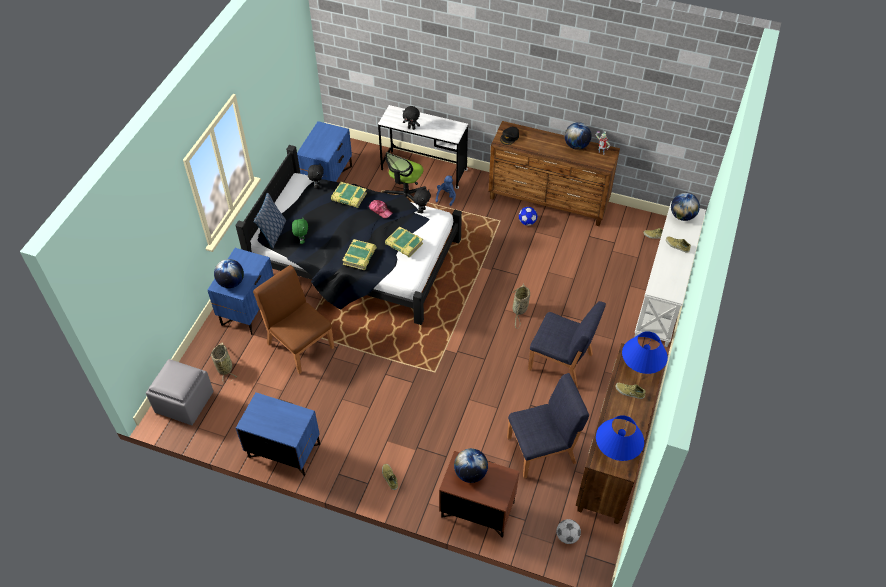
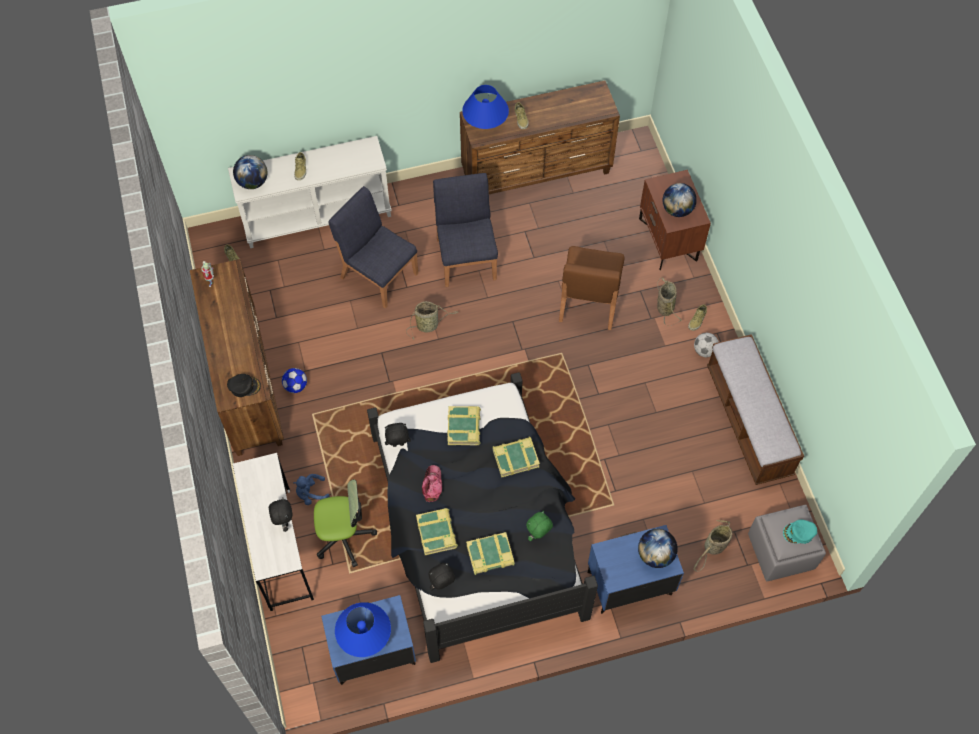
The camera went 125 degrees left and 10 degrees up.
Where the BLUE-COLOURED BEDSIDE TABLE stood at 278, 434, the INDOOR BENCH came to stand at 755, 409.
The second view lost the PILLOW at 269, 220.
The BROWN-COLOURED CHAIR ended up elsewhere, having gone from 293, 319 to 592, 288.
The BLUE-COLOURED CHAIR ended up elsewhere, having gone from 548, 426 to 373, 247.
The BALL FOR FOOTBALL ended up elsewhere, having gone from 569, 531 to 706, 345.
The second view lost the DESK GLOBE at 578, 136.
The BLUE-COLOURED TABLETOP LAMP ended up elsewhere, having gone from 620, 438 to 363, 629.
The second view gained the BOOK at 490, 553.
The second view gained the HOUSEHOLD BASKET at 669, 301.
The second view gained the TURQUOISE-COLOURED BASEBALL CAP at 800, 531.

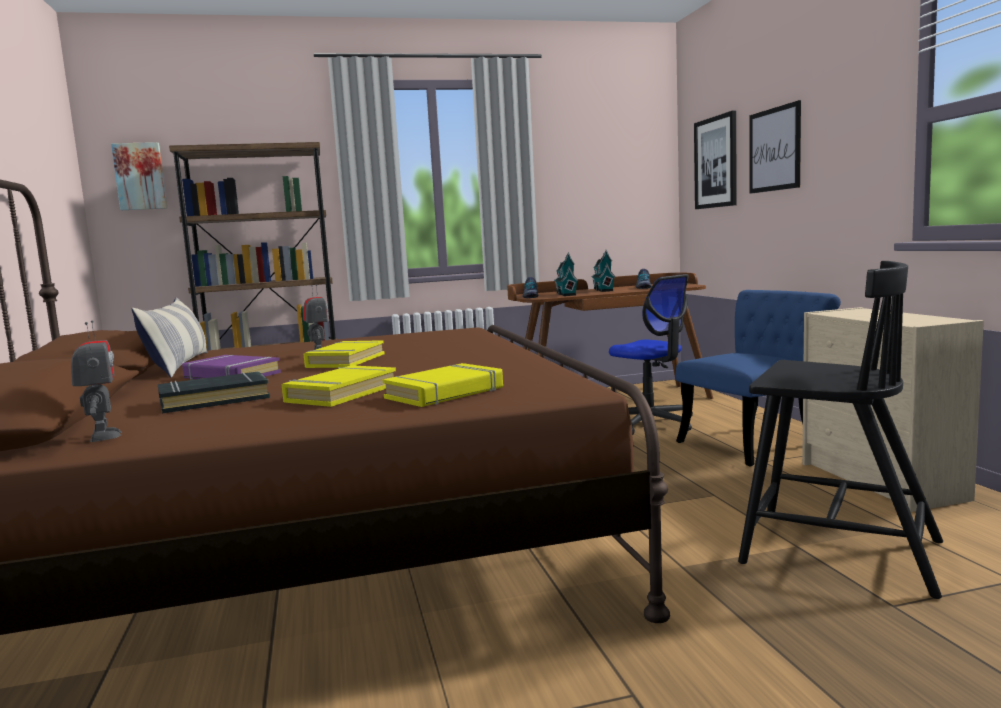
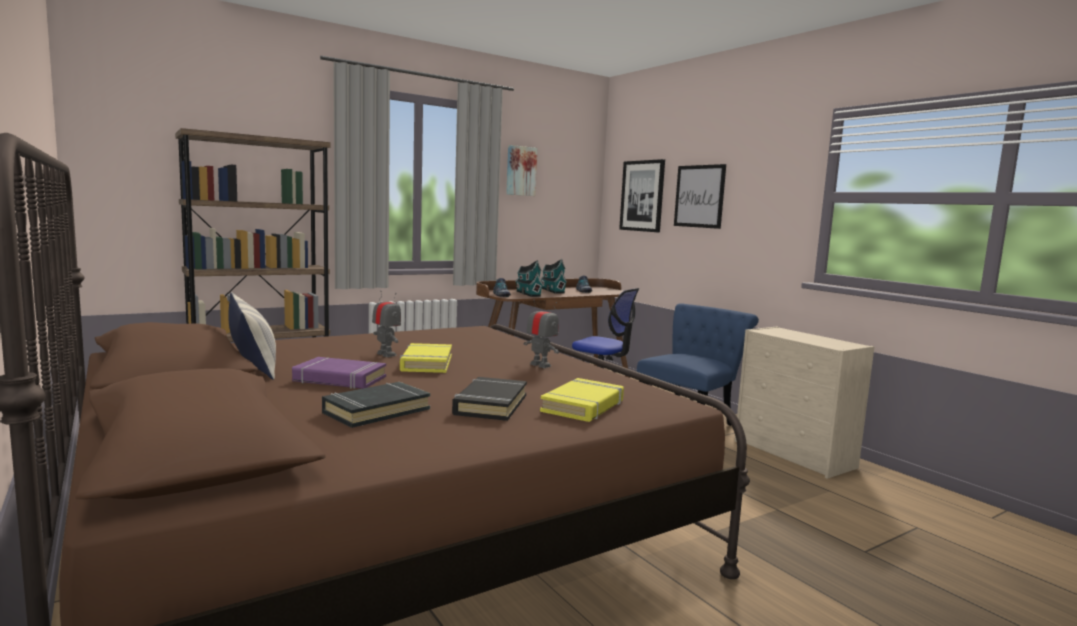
The camera went 20 degrees left and 0 degrees up.
The TOY ROBOT ended up elsewhere, having gone from 96, 381 to 541, 333.
The WALL ART ended up elsewhere, having gone from 139, 176 to 521, 170.
What was the YELLOWISH BOOK at 339, 386 turned into the BLACKISH BOOK at 489, 399.
The second view lost the BLACKISH CHAIR at 840, 430.

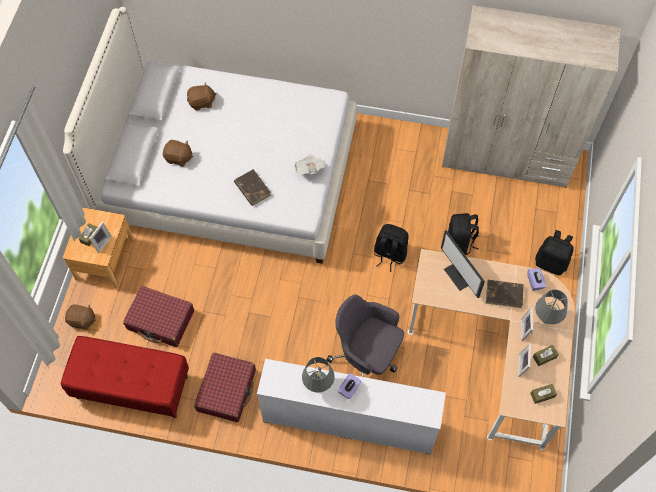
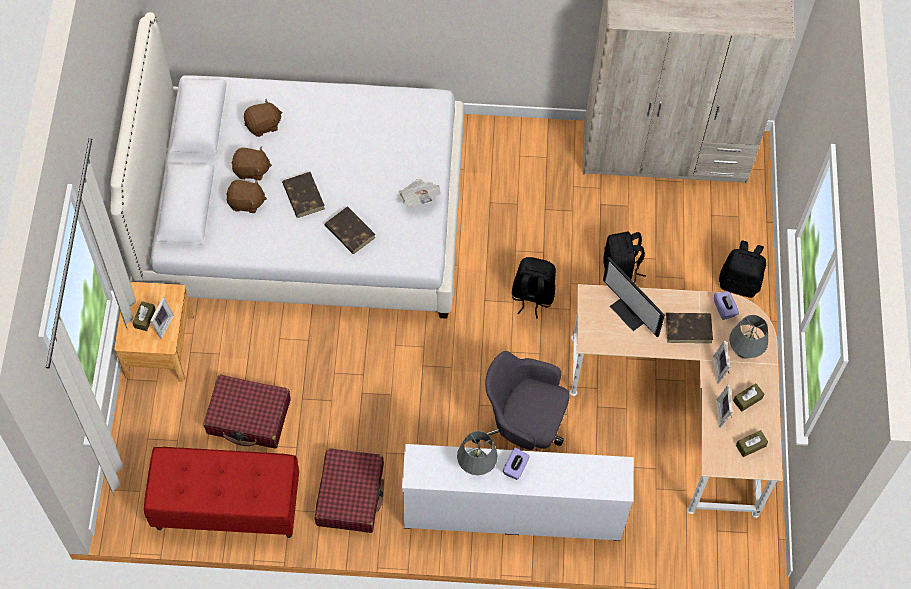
The camera went 10 degrees left and 0 degrees up.
The BROWN-COLOURED SOFT TOY ended up elsewhere, having gone from 80, 317 to 252, 163.
The second view gained the BROWN-COLOURED BOOK at 303, 195.

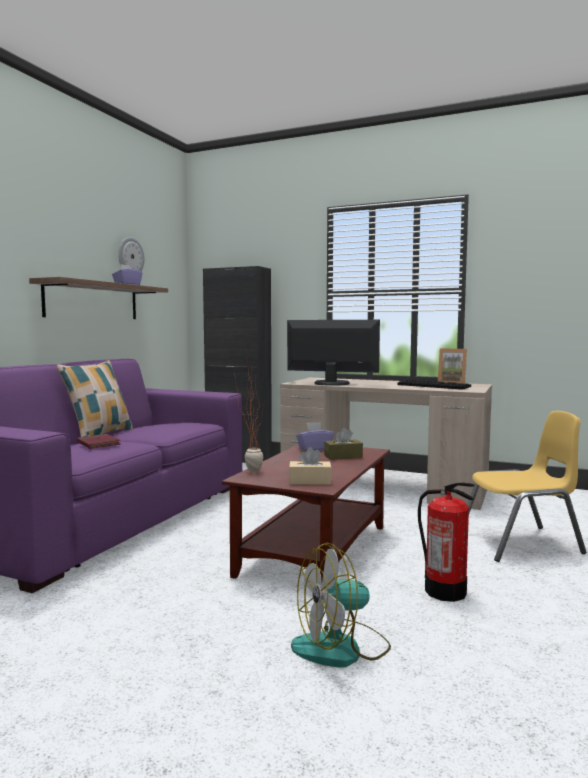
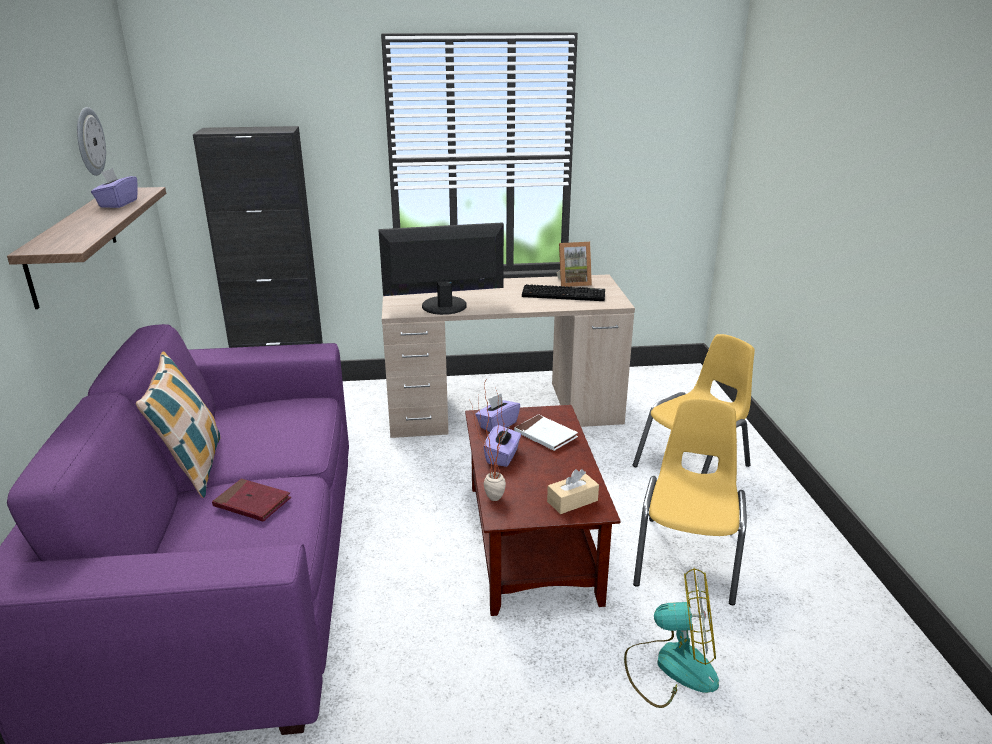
The camera went 30 degrees left and 20 degrees up.
The COOLING FAN at 341, 605 ended up facing another way, 120 degrees counterclockwise from before.
Where the BROWN-COLOURED TISSUE HOLDER stood at 343, 444, the WHITISH BOOK came to stand at 546, 432.
Where the FIRE-FIGHTING CYLINDER stood at 446, 542, the YELLOWISH CHAIR came to stand at 690, 502.
The second view gained the PURPLISH TISSUE HOLDER at 502, 446.

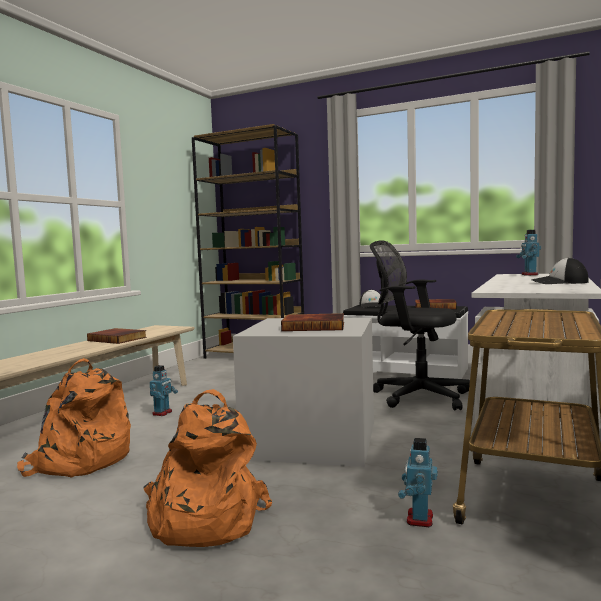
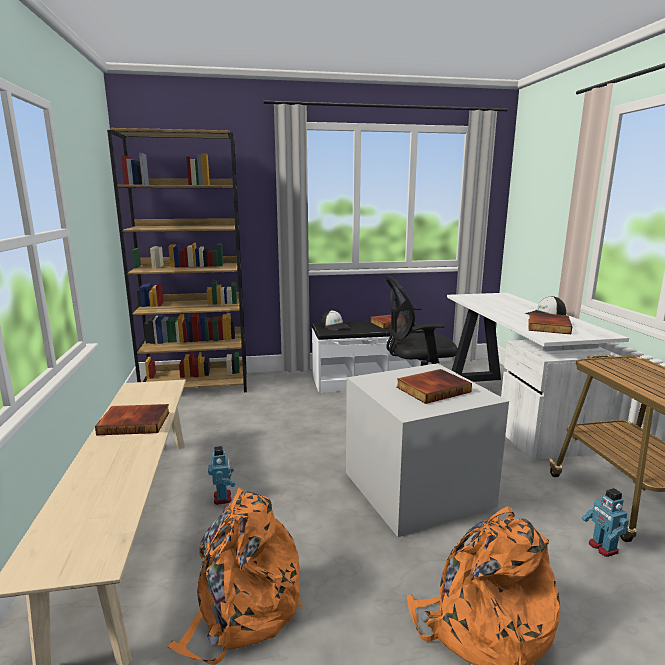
The camera went 35 degrees left and 10 degrees up.
The second view lost the TOY ROBOT at 528, 253.
The second view gained the BOOK at 550, 323.

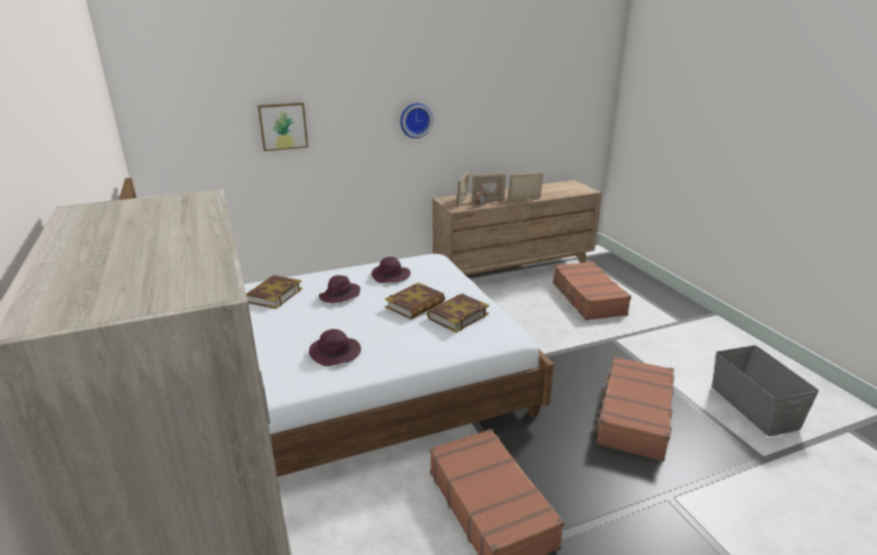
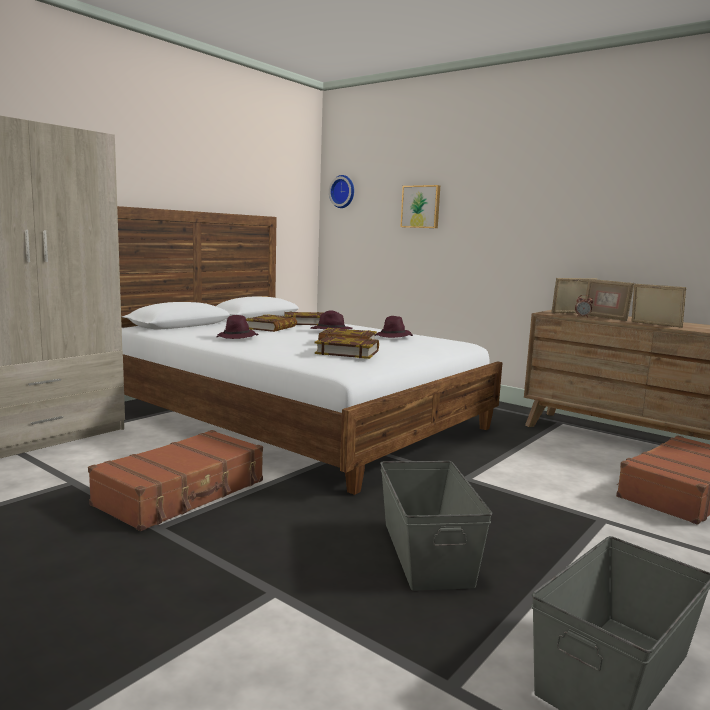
The camera went 60 degrees right and 15 degrees down.
The CLOCK ON THE WALL ended up elsewhere, having gone from 416, 120 to 341, 191.
Where the BROWN-COLOURED TRAVEL CASE stood at 633, 408, the GRAY STORAGE BIN came to stand at 436, 526.
The second view gained the BOOK at 271, 323.

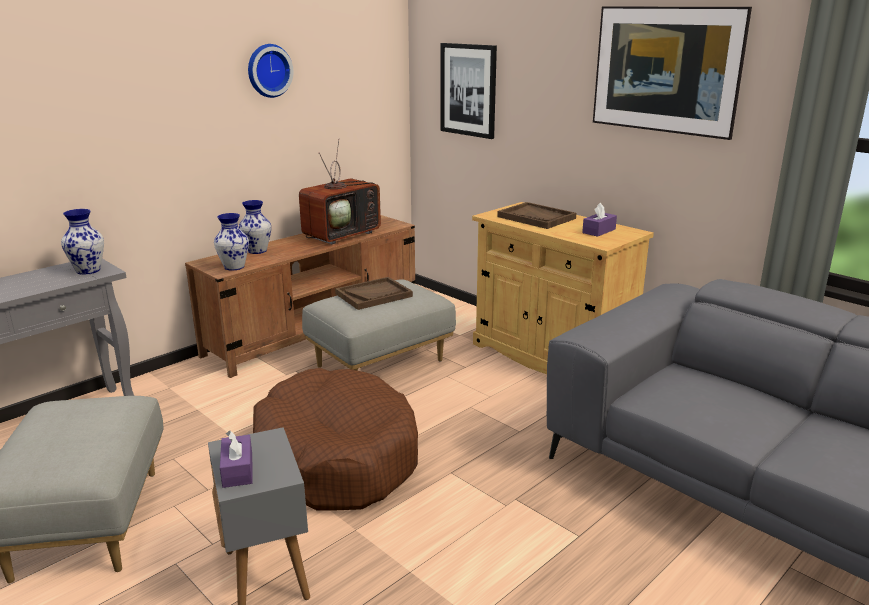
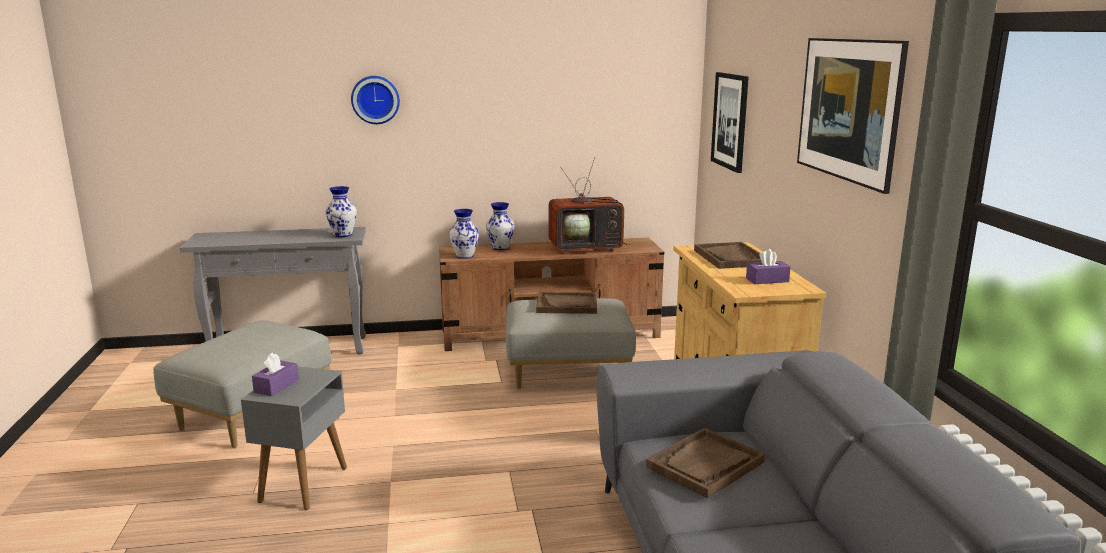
The camera went 35 degrees right and 5 degrees down.
The CLOCK ON THE WALL ended up elsewhere, having gone from 270, 71 to 375, 100.
The second view lost the BROWN-COLOURED DOG BED at 335, 439.
The second view gained the BROWN-COLOURED TRAY at 705, 463.

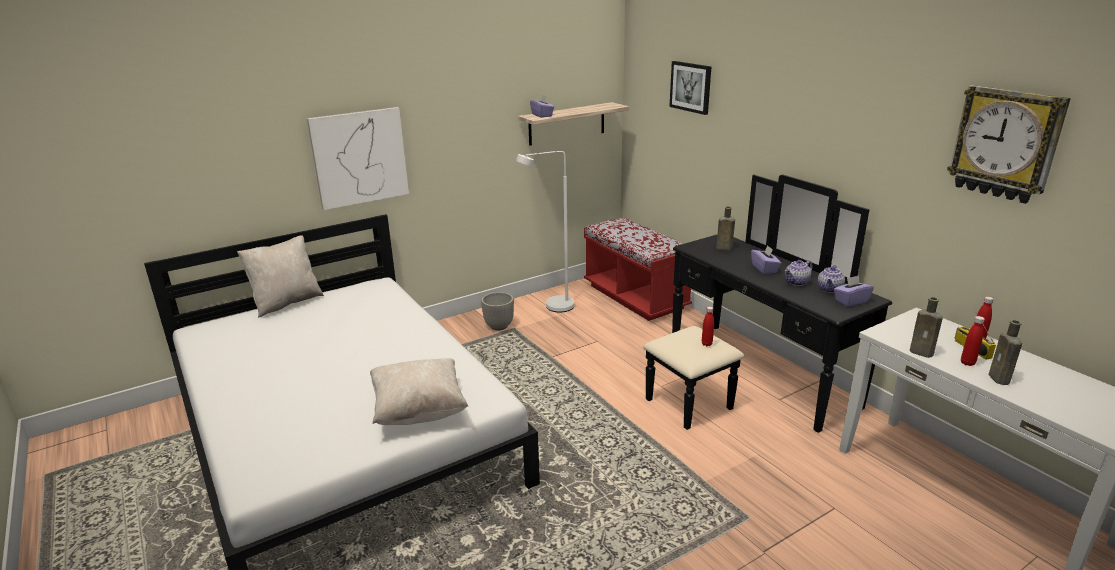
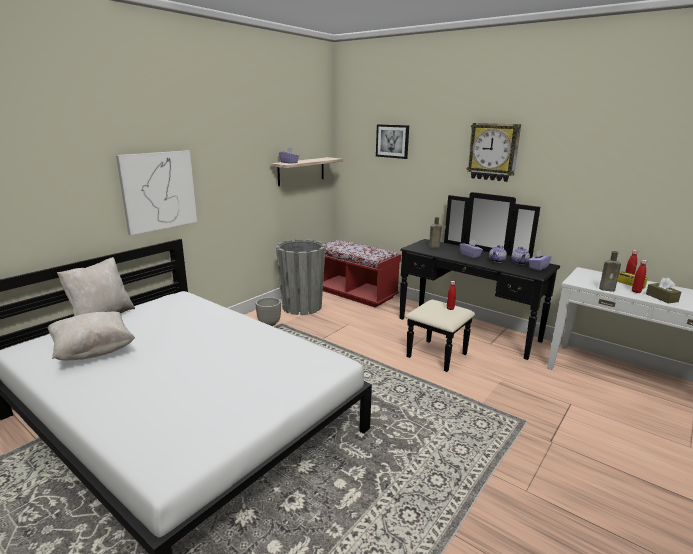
The camera went 20 degrees left and 5 degrees down.
The BEIGE PILLOW ended up elsewhere, having gone from 419, 391 to 91, 336.
Where the WHITISH STANDING LAMP stood at 545, 231, the GRAY PLANTER came to stand at 301, 277.
The CLOCK ON THE WALL ended up elsewhere, having gone from 1009, 144 to 493, 152.
Where the BROWN-COLOURED BOTTLE stood at 1005, 352, the BROWN-COLOURED TISSUE HOLDER came to stand at 663, 291.

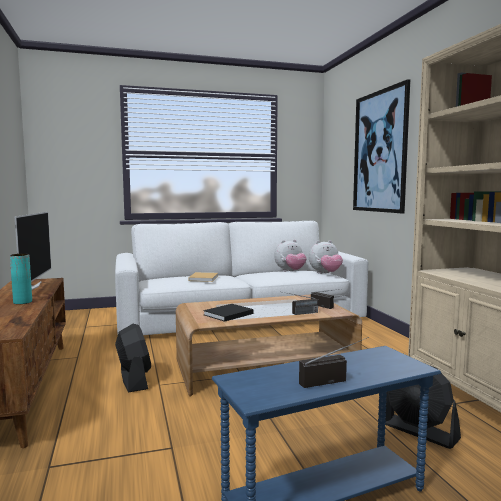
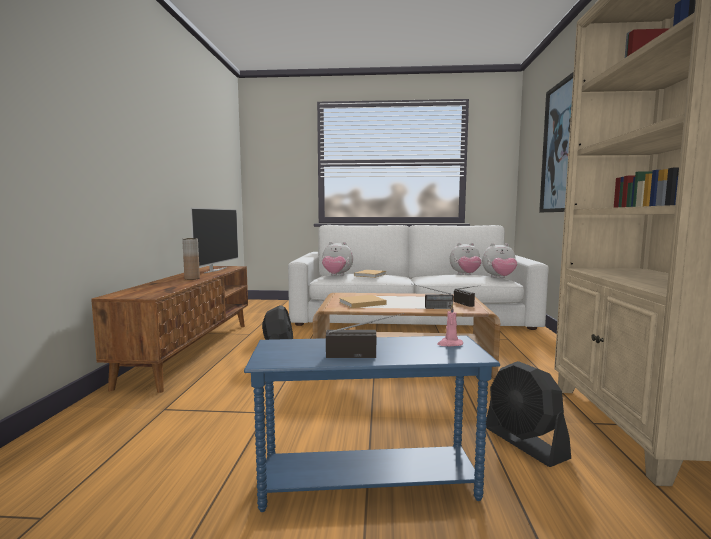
The camera went 20 degrees right and 0 degrees up.
What was the TURQUOISE-COLOURED DECORATIVE VASE at 21, 279 turned into the BROWN-COLOURED DECORATIVE VASE at 191, 259.
What was the BLACKISH BOOK at 228, 313 turned into the BEIGE BOOK at 363, 301.
The second view gained the SOFT TOY at 337, 259.
The second view gained the PINKISH WAX CANDLE at 450, 325.

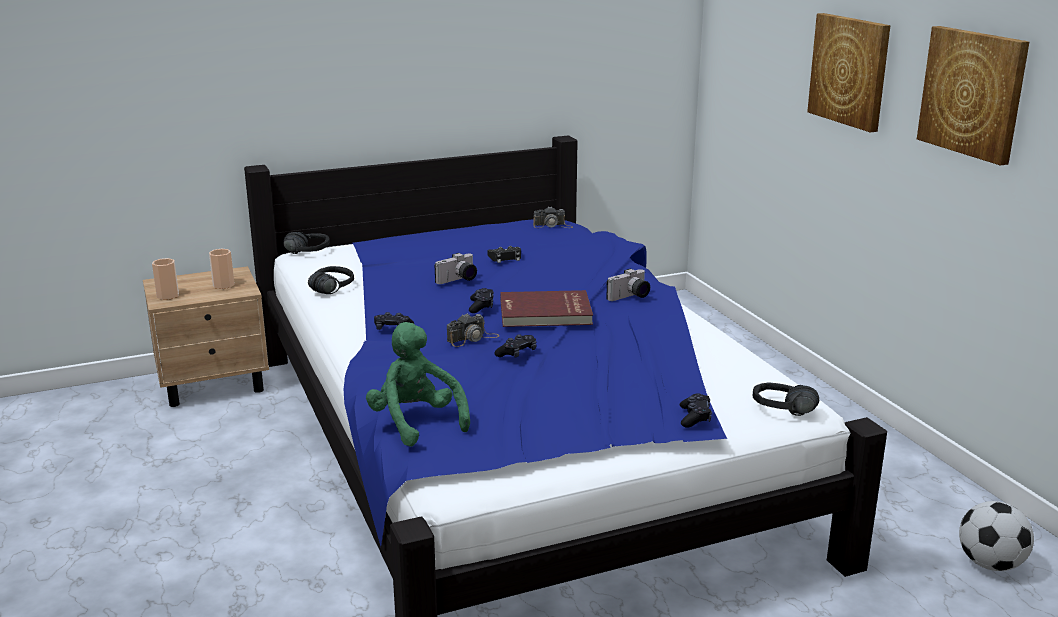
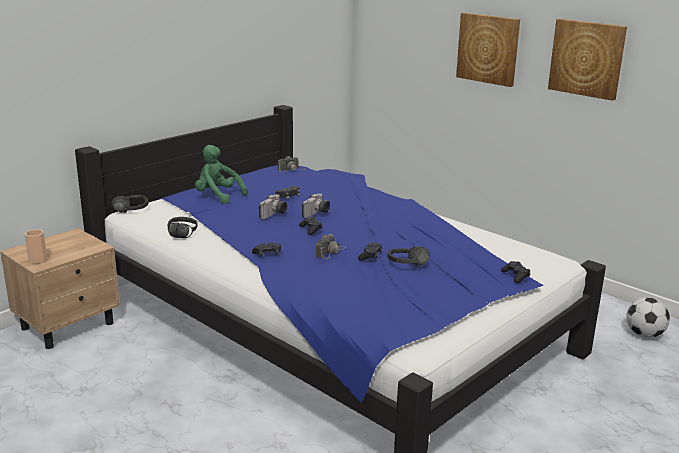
The camera went 25 degrees left and 0 degrees up.
The second view lost the SMALL CUP at 222, 269.
The GREENISH SOFT TOY ended up elsewhere, having gone from 418, 384 to 221, 174.
The second view lost the REDDISH BOOK at 546, 308.
The STILL CAMERA ended up elsewhere, having gone from 628, 285 to 316, 206.
The BLACKISH PAIR OF HEADPHONES ended up elsewhere, having gone from 785, 399 to 409, 256.

